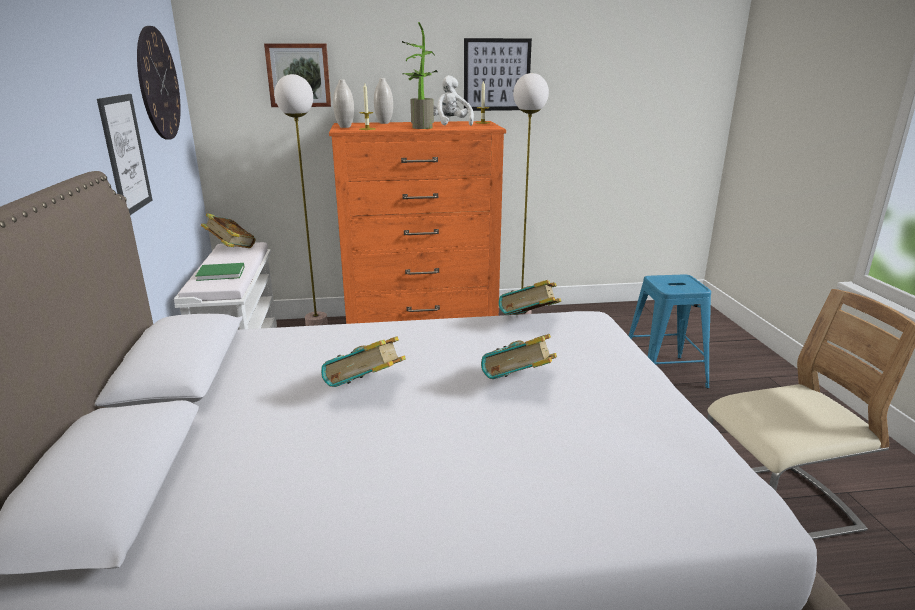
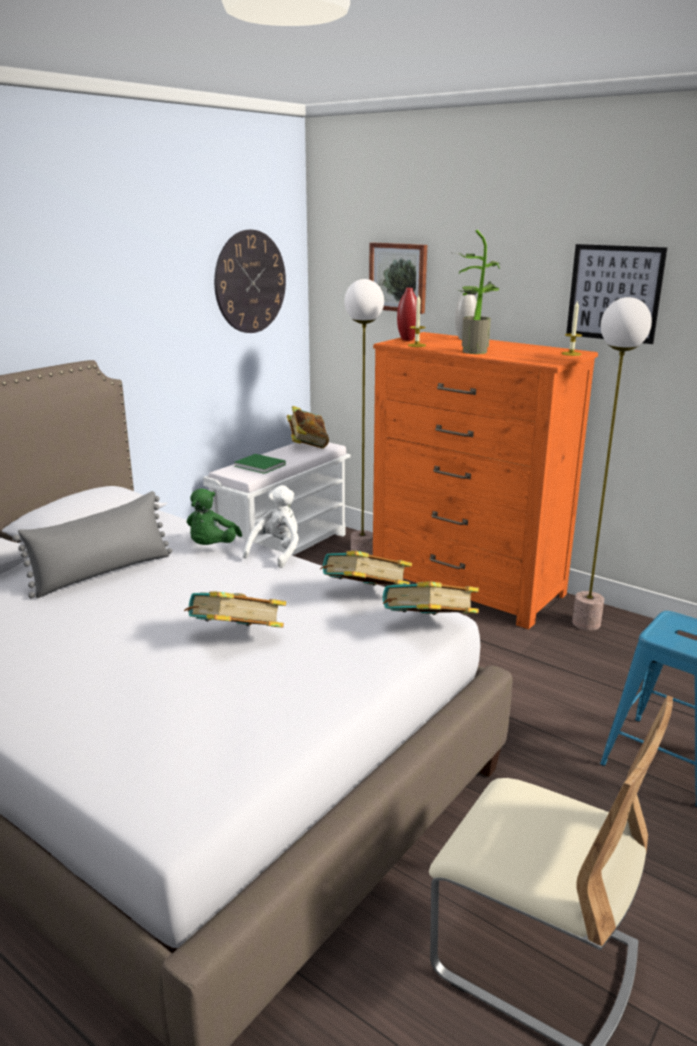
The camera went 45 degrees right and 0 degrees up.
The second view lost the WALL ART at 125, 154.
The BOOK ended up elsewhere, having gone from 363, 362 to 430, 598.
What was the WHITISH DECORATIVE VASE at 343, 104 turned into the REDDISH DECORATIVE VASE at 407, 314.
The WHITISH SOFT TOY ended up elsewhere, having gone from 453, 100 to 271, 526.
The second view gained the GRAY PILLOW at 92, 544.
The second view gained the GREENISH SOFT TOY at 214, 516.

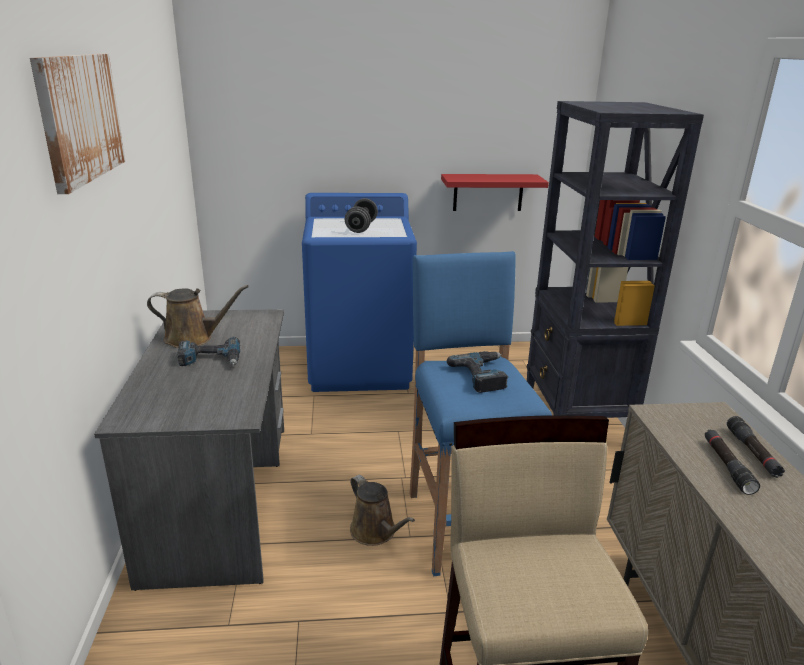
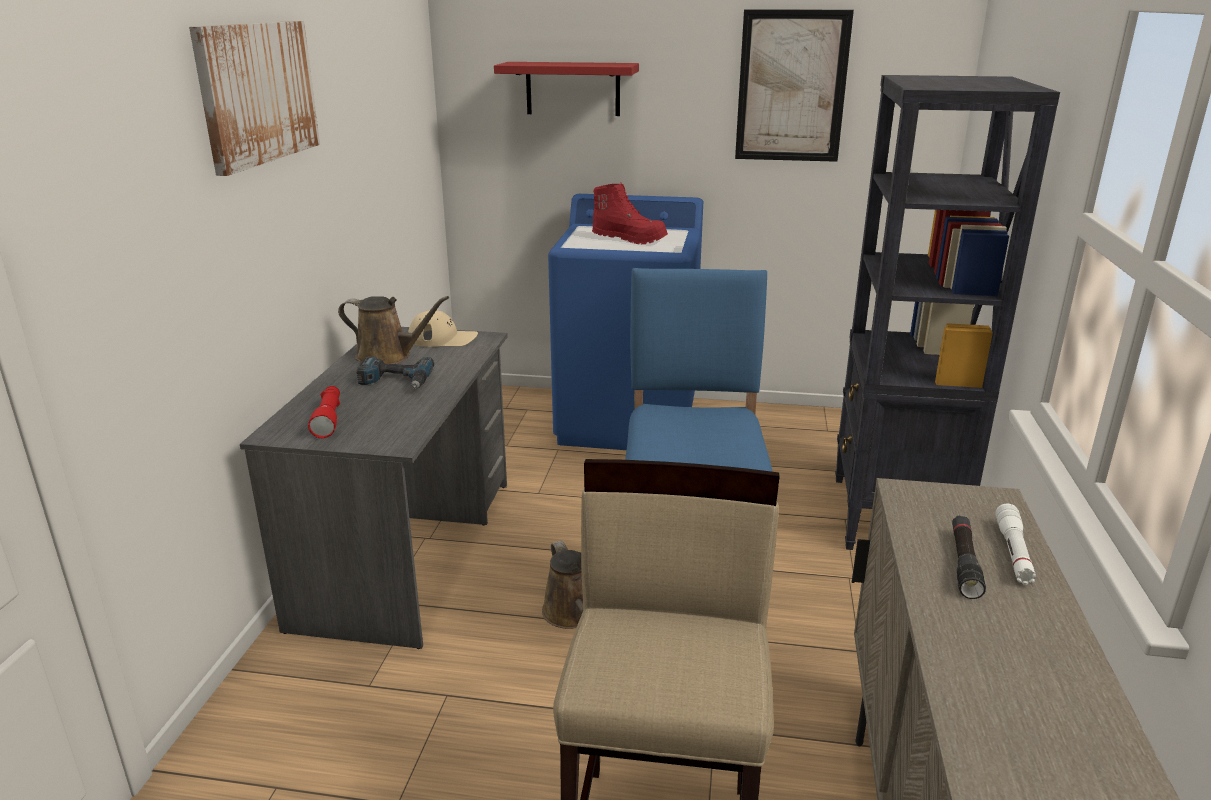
The camera went 15 degrees right and 0 degrees up.
Where the GRAY FREE WEIGHT stood at 361, 215, the REDDISH HIGH-TOP BOOT came to stand at 630, 213.
The REDDISH SHELF ended up elsewhere, having gone from 495, 192 to 566, 89.
The second view lost the DRILL at 477, 372.
What was the BLACKISH TORCH at 756, 447 turned into the WHITISH TORCH at 1016, 544.
The second view gained the REDDISH TORCH at 324, 412.
The second view gained the BEIGE BASEBALL CAP at 443, 329.
The second view gained the WALL ART at 794, 85.

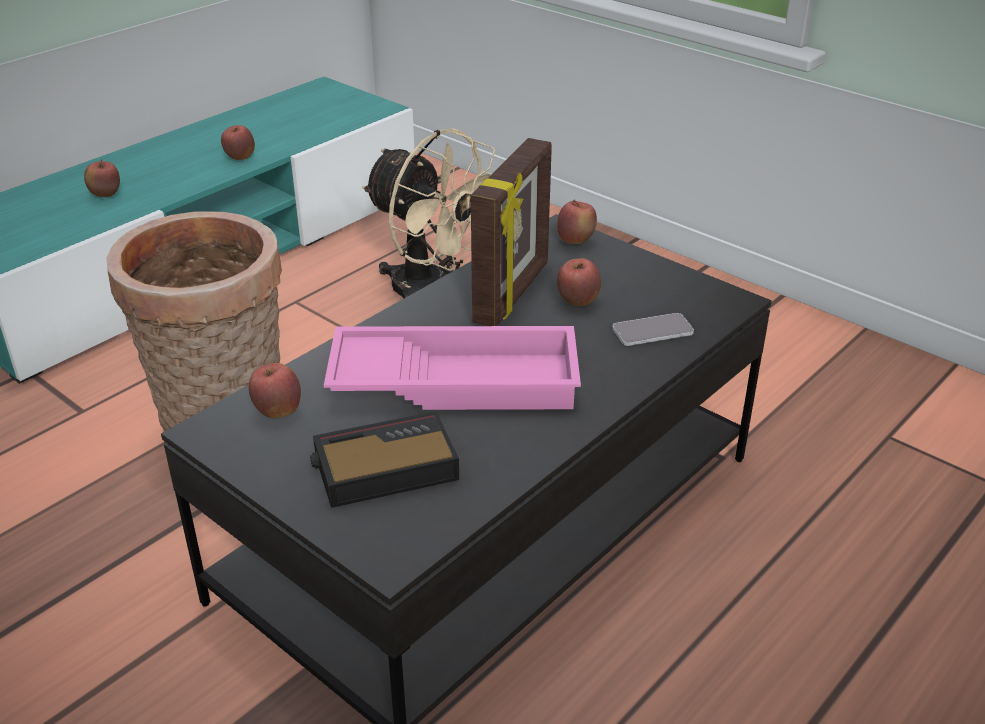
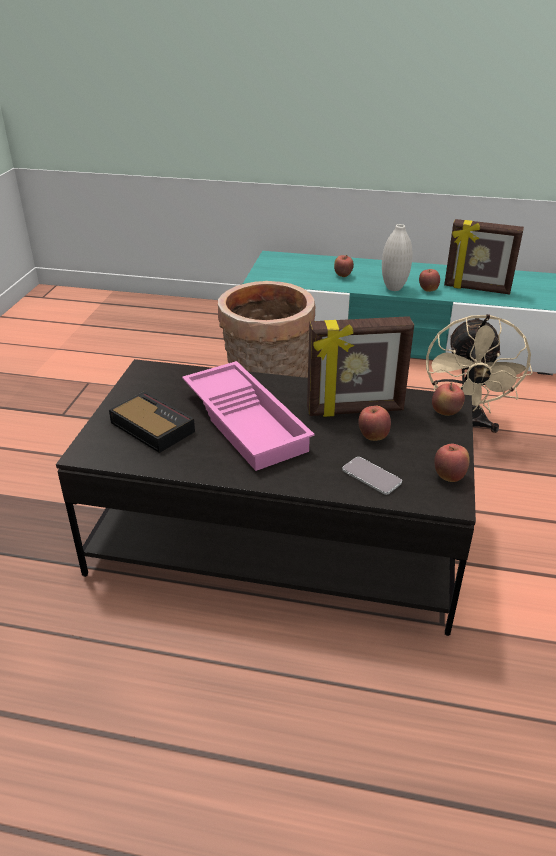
The camera went 60 degrees right and 0 degrees up.
The WHOLE APPLE ended up elsewhere, having gone from 275, 391 to 452, 463.
The second view gained the WHITISH DECORATIVE VASE at 397, 257.
The second view gained the PICTURE FRAME at 484, 257.

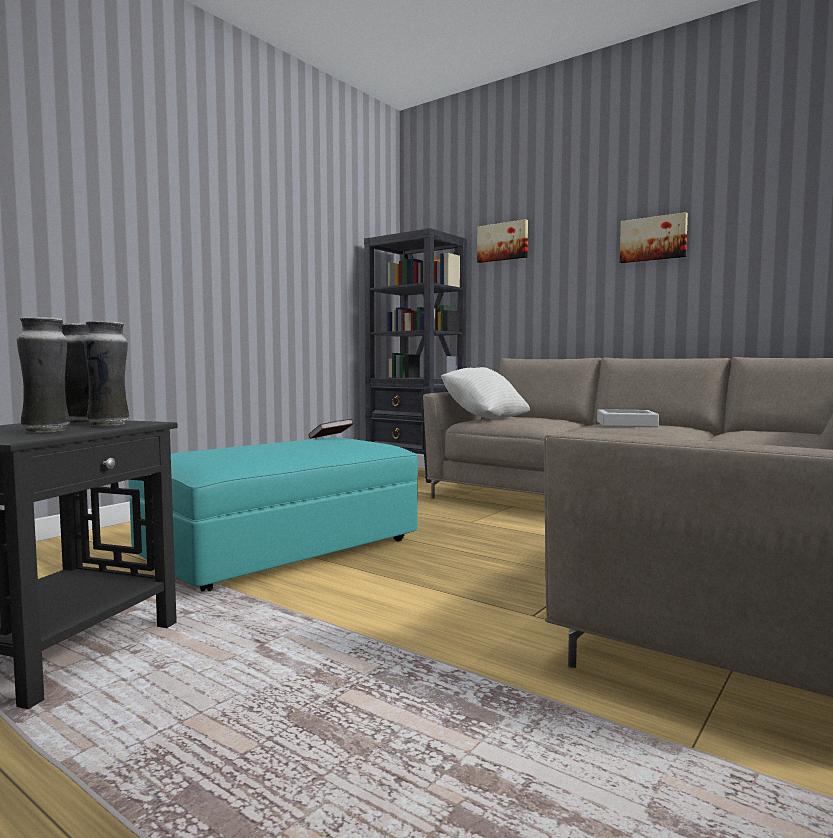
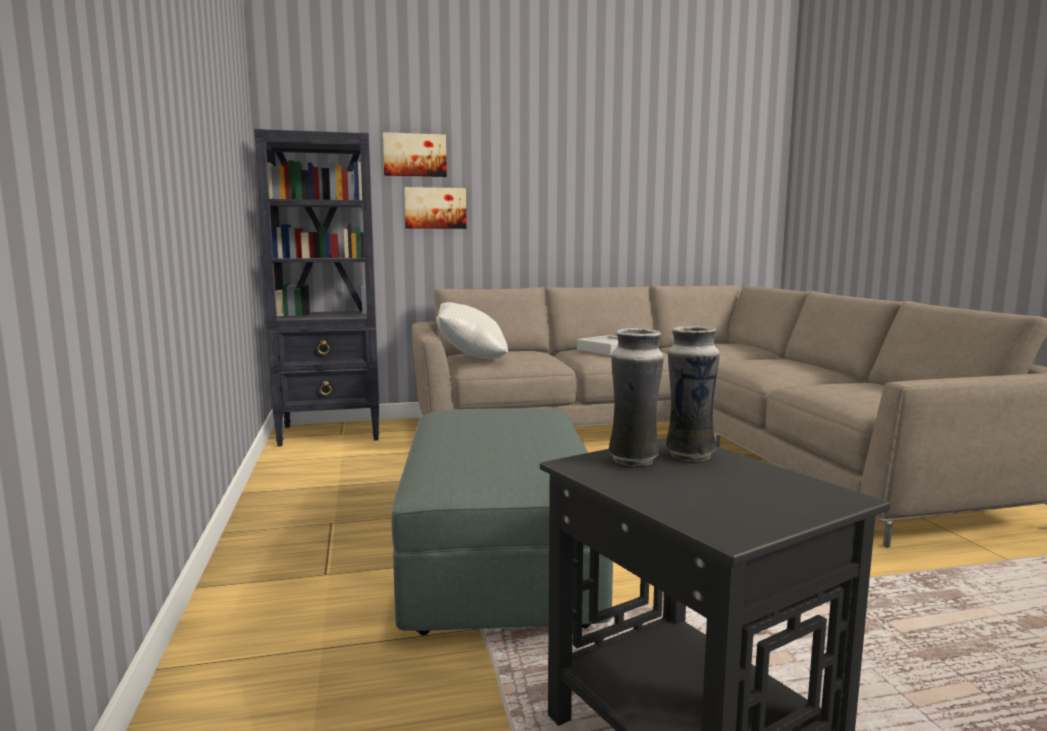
The camera went 50 degrees left and 5 degrees up.
The second view lost the DECORATIVE VASE at 43, 375.
What was the TURQUOISE-COLOURED OTTOMAN at 273, 514 turned into the GRAY OTTOMAN at 502, 521.
The second view lost the BOOK at 331, 429.
The WALL ART ended up elsewhere, having gone from 654, 237 to 435, 208.

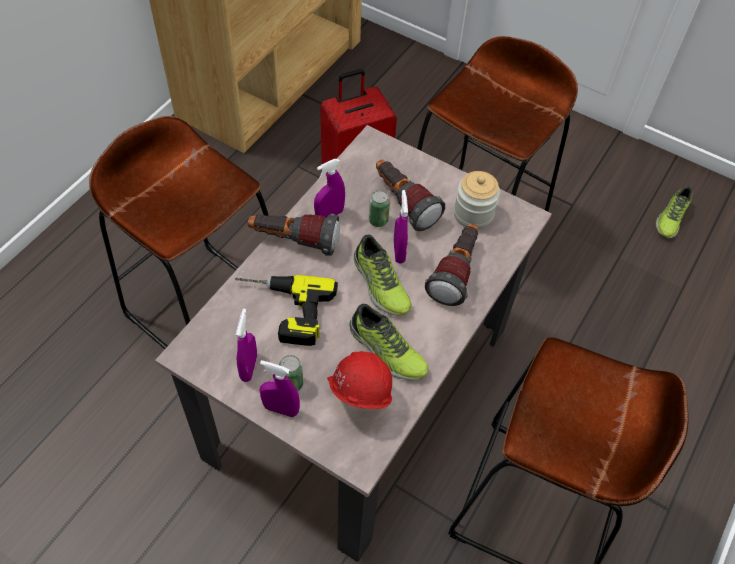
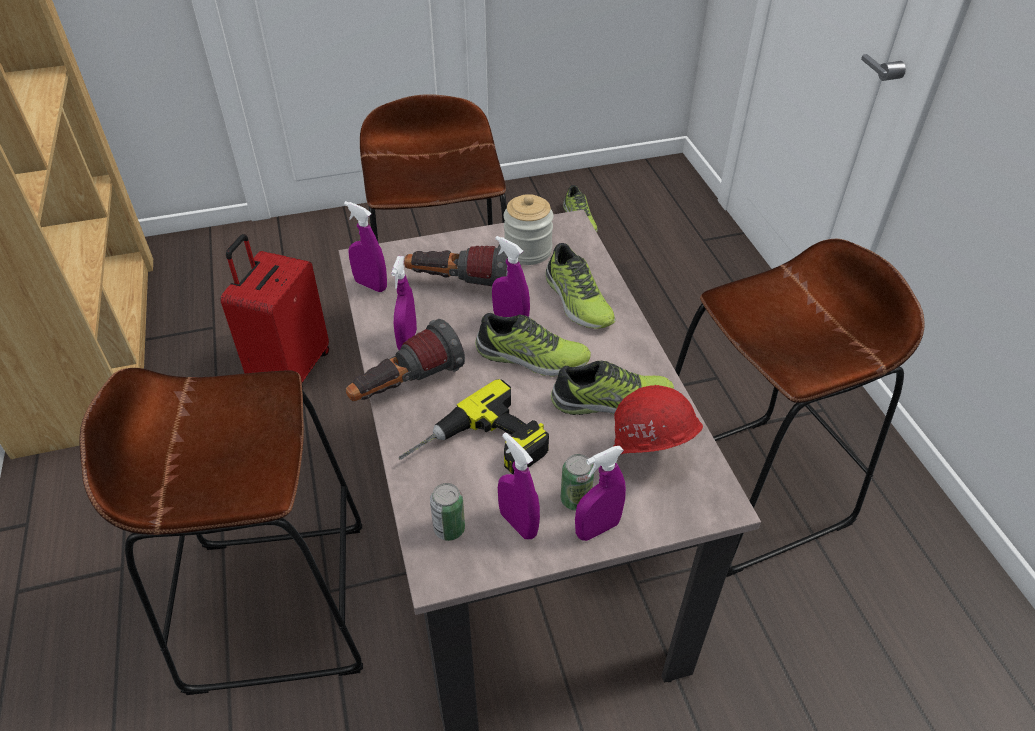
The camera went 45 degrees left and 10 degrees down.
The METAL CAN ended up elsewhere, having gone from 379, 208 to 447, 512.
Where the TORCH stood at 451, 264, the ITEM OF FOOTWEAR came to stand at 580, 286.
The second view gained the PURPLISH SPRAYER at 365, 246.

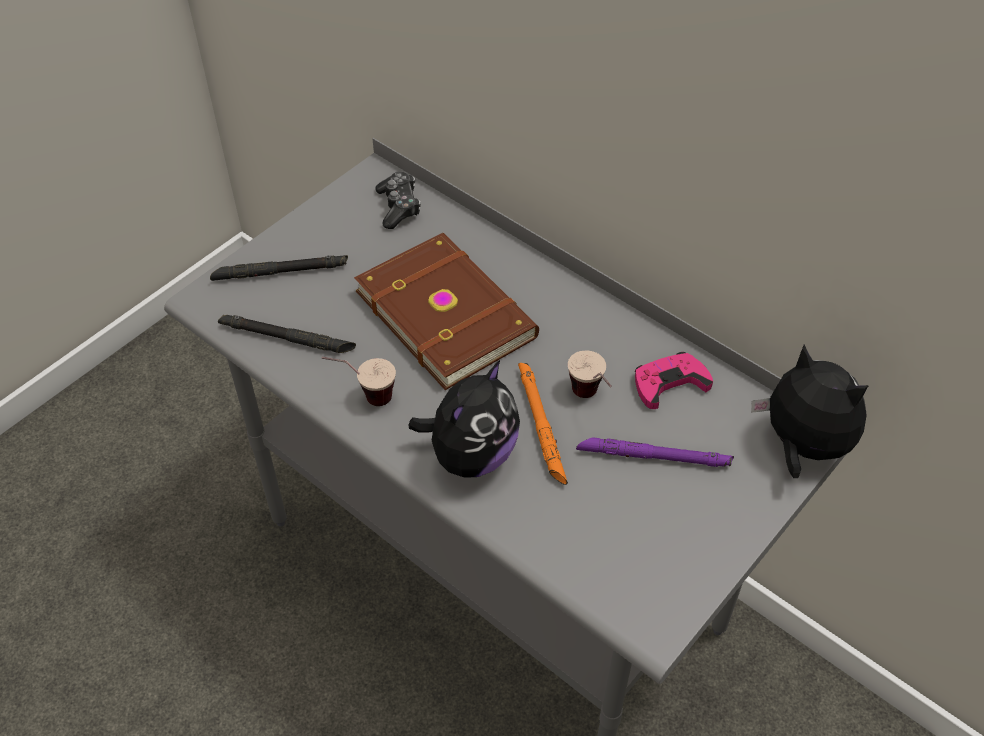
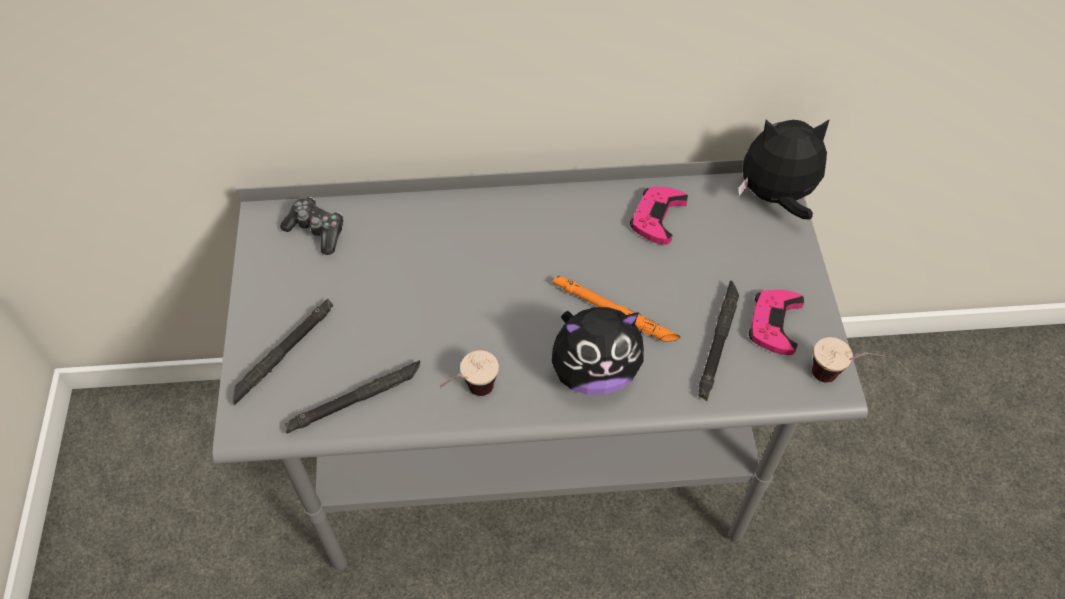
The camera went 45 degrees left and 5 degrees up.
The second view lost the BROWN-COLOURED BOOK at 446, 311.
The SOFT TOY at 464, 419 ended up facing another way, 90 degrees clockwise from before.
The SMALL CUP ended up elsewhere, having gone from 590, 374 to 852, 360.
The second view lost the PURPLISH TORCH at 655, 452.
The second view gained the BLACKISH TORCH at 719, 341.
The second view gained the PINKISH GAMEPAD at 776, 322.

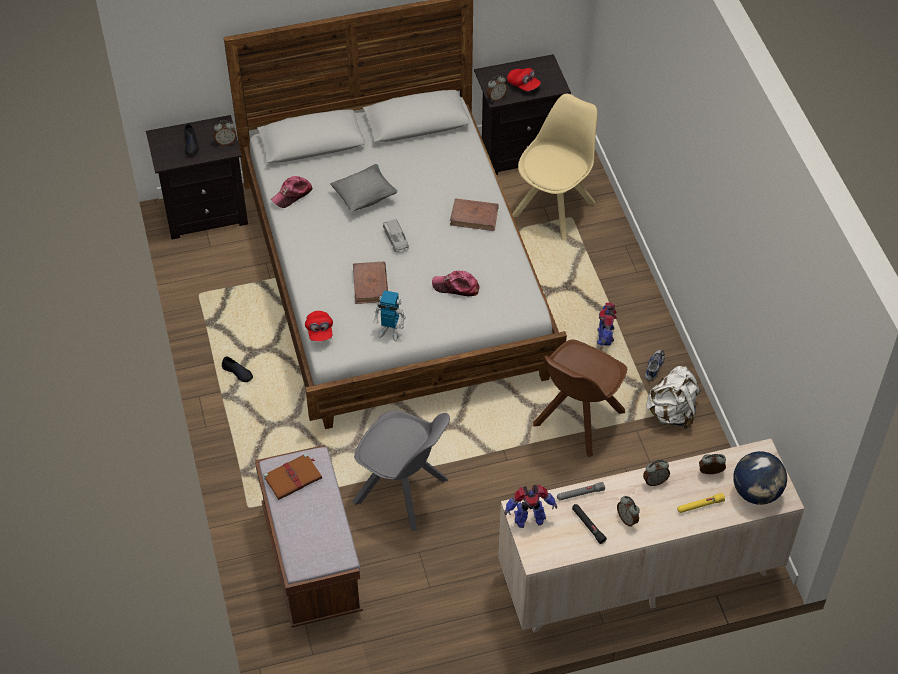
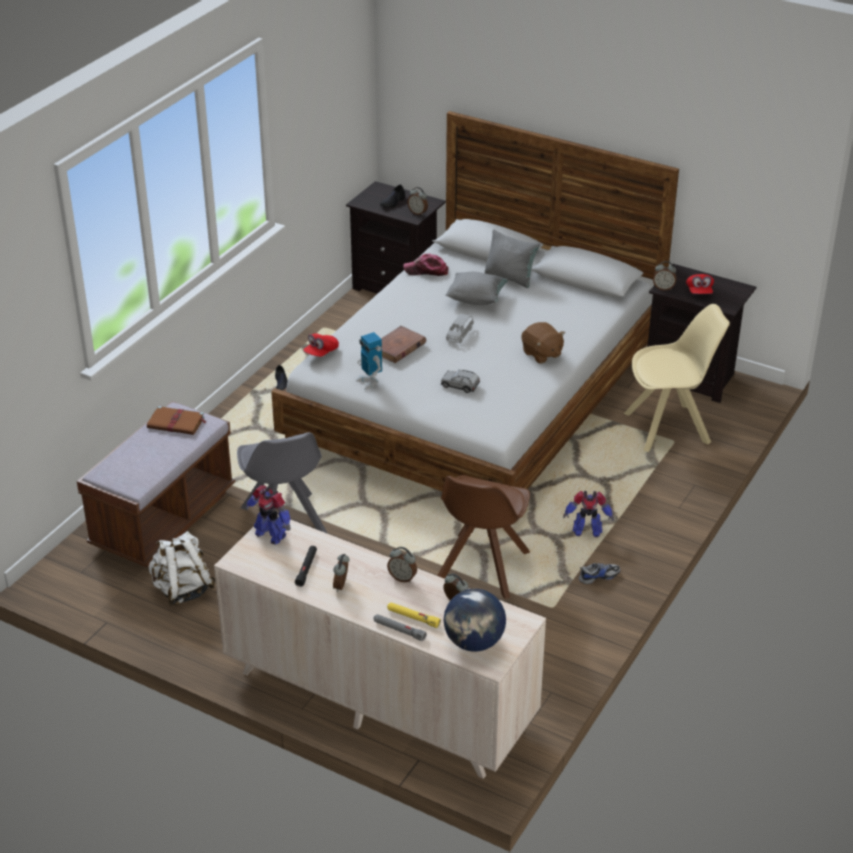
The camera went 45 degrees right and 15 degrees down.
Where the BASEBALL CAP stood at 456, 283, the GRAY MINIATURE CAR came to stand at 460, 381.
Where the BROWN-COLOURED BOOK stood at 474, 214, the BROWN-COLOURED SOFT TOY came to stand at 543, 343.
The BROWN-COLOURED CHAIR at 580, 398 ended up facing another way, 60 degrees counterclockwise from before.
The GRAY TORCH ended up elsewhere, having gone from 581, 491 to 400, 627.
The TOY ROBOT at 607, 324 ended up facing another way, 135 degrees counterclockwise from before.
The WHITISH KNAPSACK ended up elsewhere, having gone from 673, 397 to 182, 568.
The second view gained the GRAY PILLOW at 512, 259.

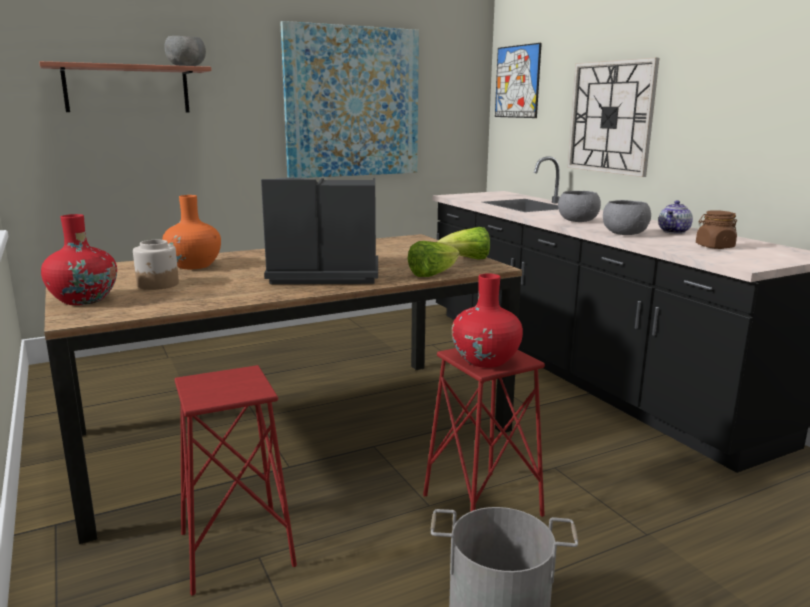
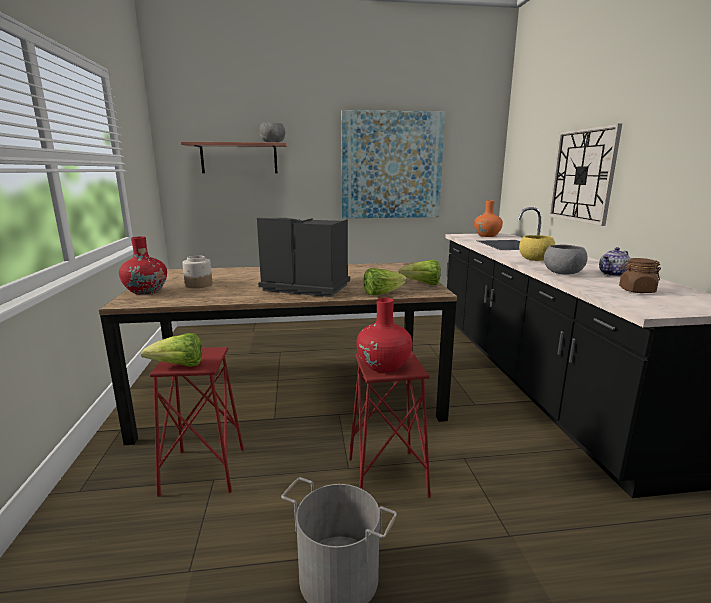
The camera went 20 degrees right and 0 degrees up.
The ORANGEY DECORATIVE VASE ended up elsewhere, having gone from 191, 232 to 488, 219.
The second view lost the WALL ART at 518, 80.
What was the GRAY SERVING BOWL at 579, 206 turned into the YELLOWISH SERVING BOWL at 537, 248.
The second view gained the HEAD OF LETTUCE at 171, 350.

